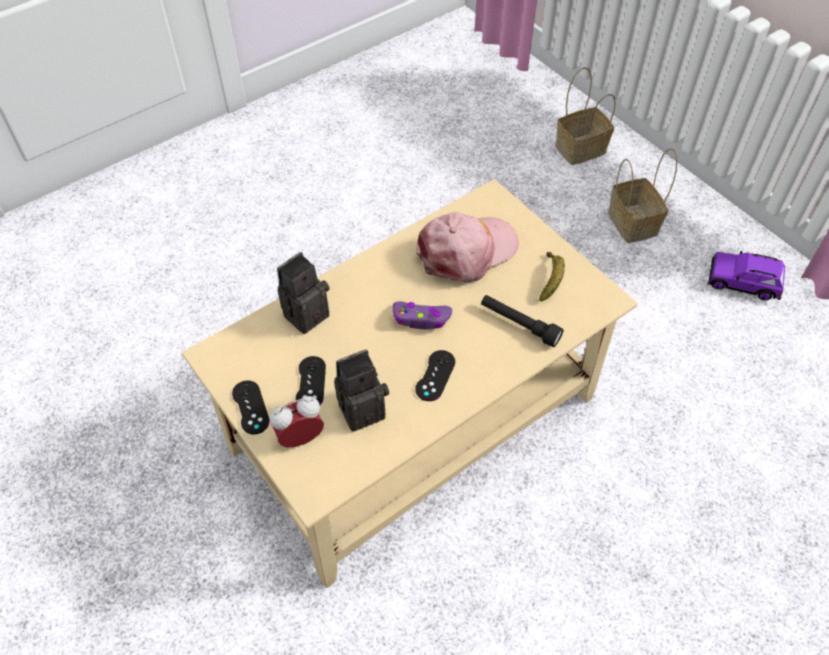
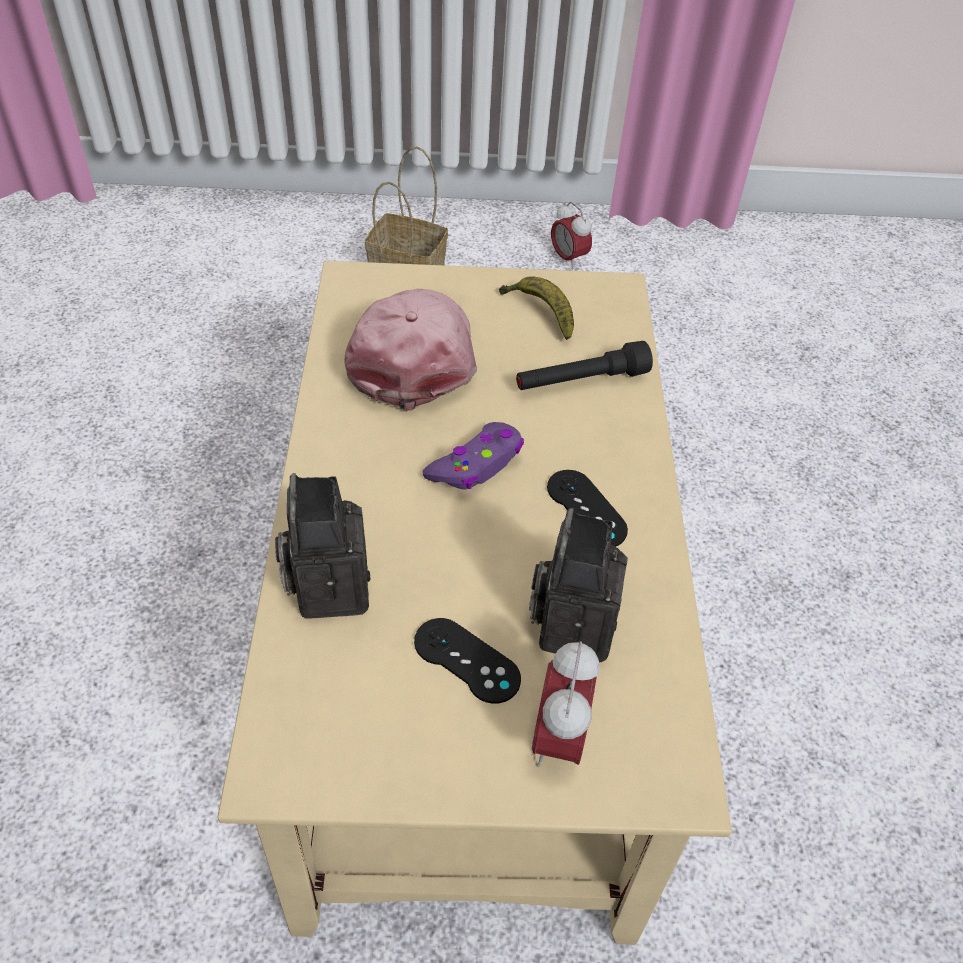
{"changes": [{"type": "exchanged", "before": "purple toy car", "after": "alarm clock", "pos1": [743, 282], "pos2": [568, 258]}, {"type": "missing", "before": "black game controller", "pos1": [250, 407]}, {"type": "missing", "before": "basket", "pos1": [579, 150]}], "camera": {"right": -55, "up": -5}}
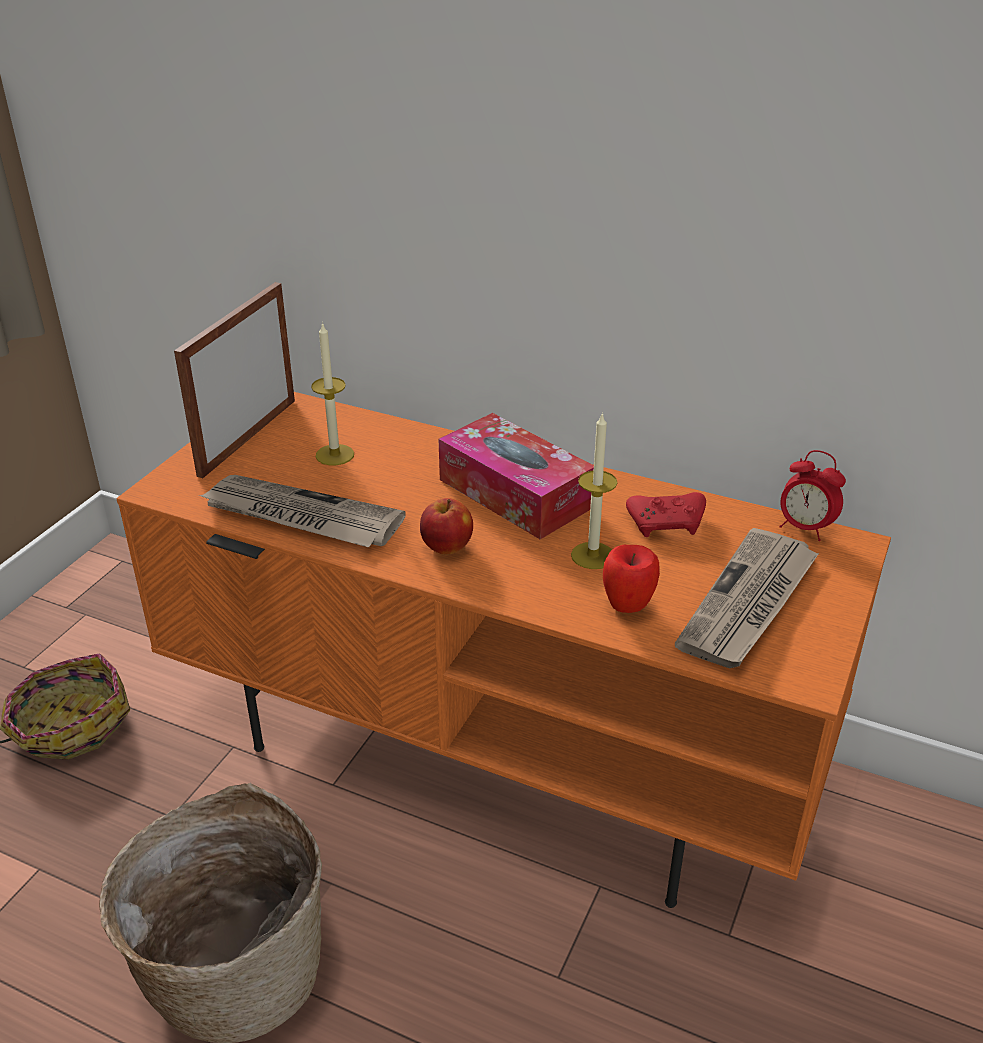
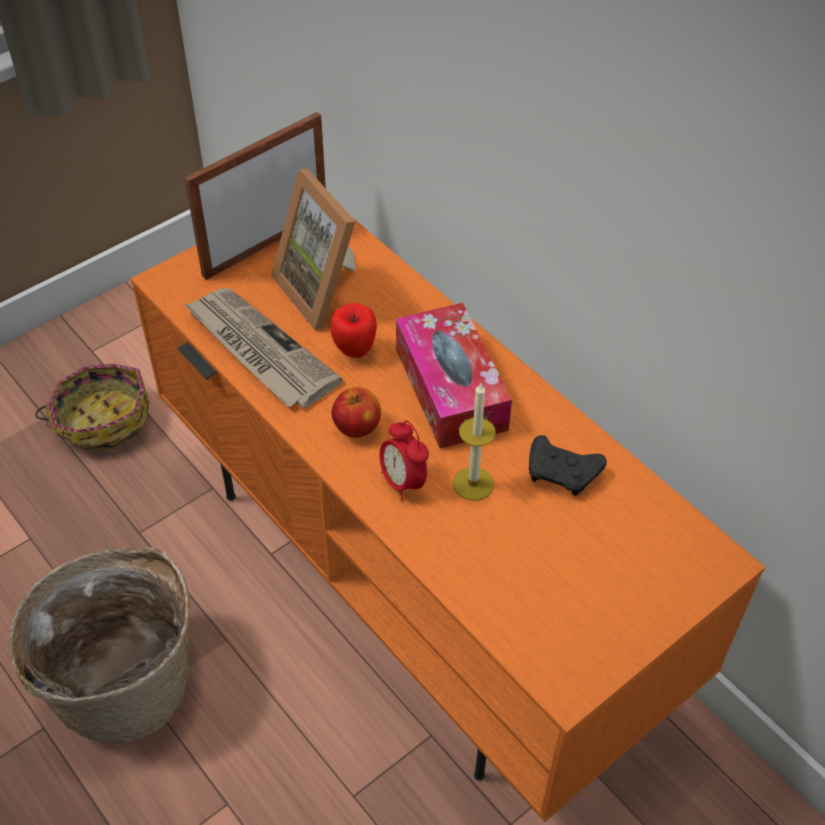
{"changes": [{"type": "exchanged", "before": "candle", "after": "picture frame", "pos1": [335, 455], "pos2": [325, 290]}, {"type": "relocated", "before": "apple", "pos1": [627, 607], "pos2": [354, 351]}, {"type": "relocated", "before": "alarm clock", "pos1": [804, 528], "pos2": [403, 482]}, {"type": "colour", "before": "red game controller", "after": "black game controller", "pos1": [667, 524], "pos2": [563, 473]}, {"type": "missing", "before": "newspaper", "pos1": [749, 603]}], "camera": {"right": 25, "up": 15}}
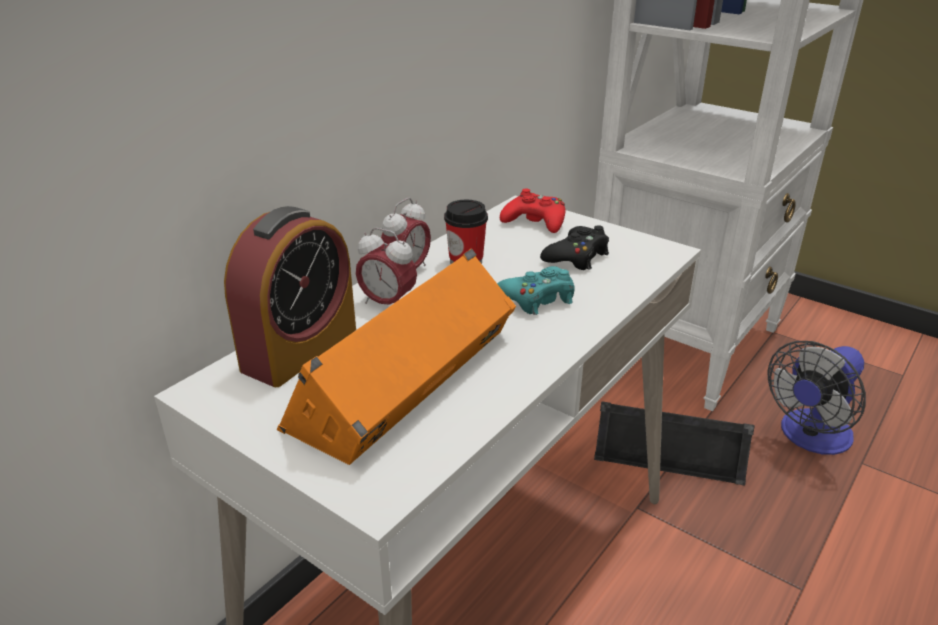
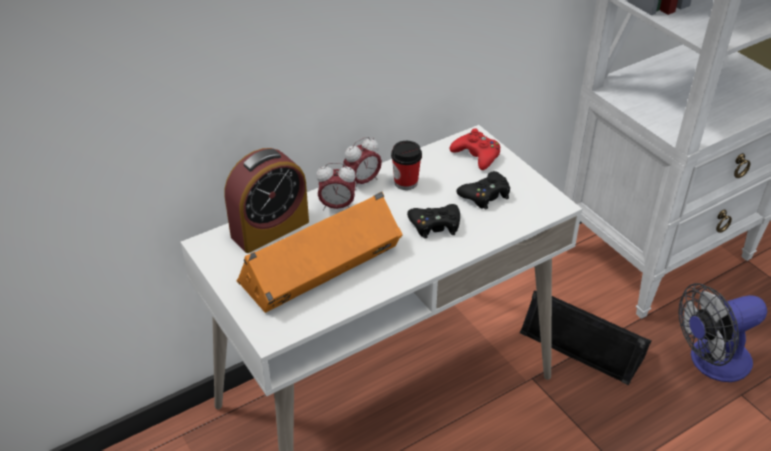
{"changes": [{"type": "spun", "before": "alarm clock", "pos1": [387, 304], "pos2": [337, 206], "turn": -45}, {"type": "colour", "before": "turquoise game controller", "after": "black game controller", "pos1": [537, 299], "pos2": [435, 225]}], "camera": {"right": 20, "up": 10}}
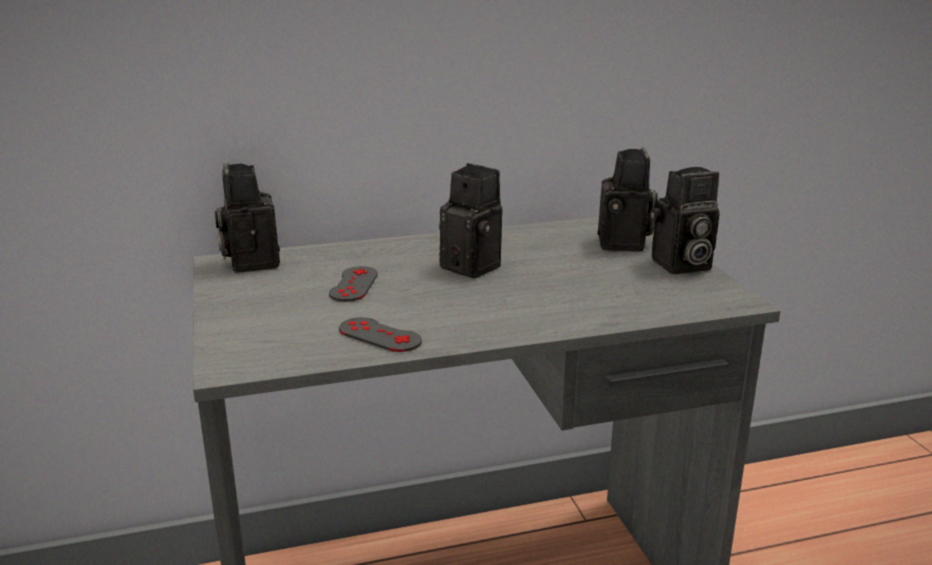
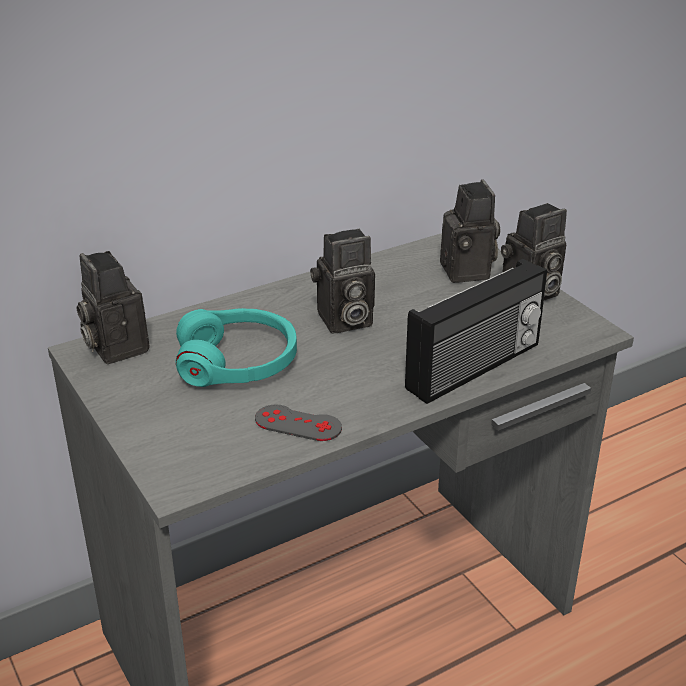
{"changes": [{"type": "exchanged", "before": "grey game controller", "after": "turquoise headphones", "pos1": [353, 284], "pos2": [237, 362]}, {"type": "spun", "before": "photo camera", "pos1": [475, 266], "pos2": [343, 321], "turn": 135}, {"type": "appeared", "after": "radio", "pos2": [476, 368]}], "camera": {"right": -15, "up": 10}}
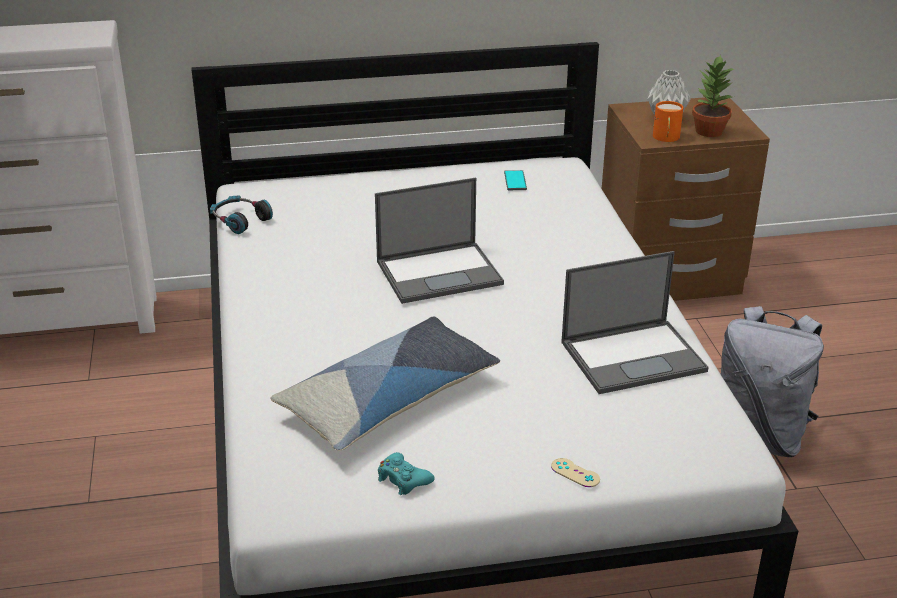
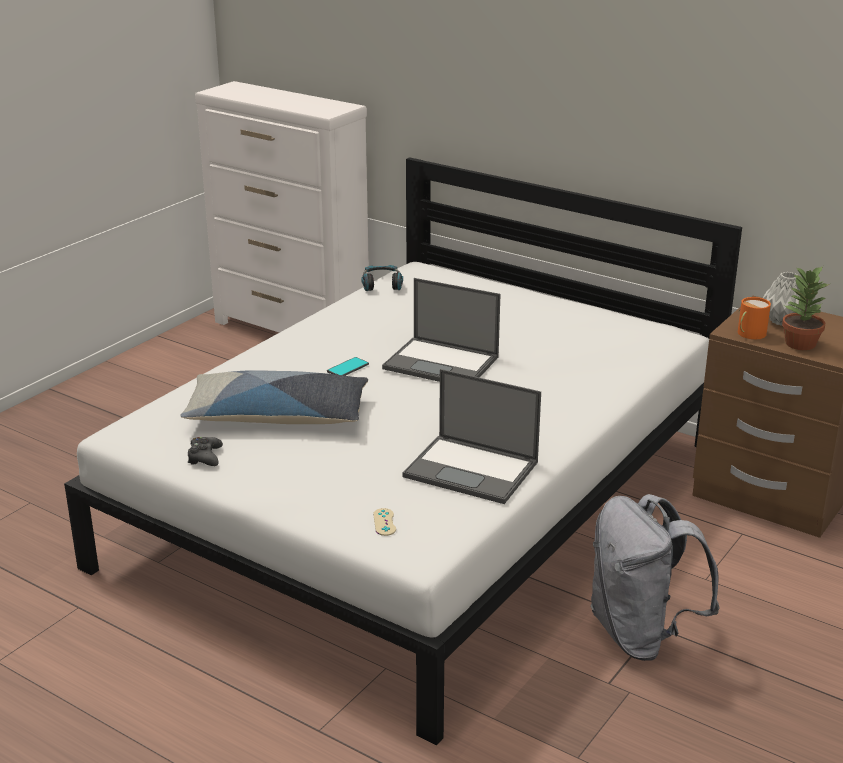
{"changes": [{"type": "colour", "before": "turquoise game controller", "after": "black game controller", "pos1": [403, 479], "pos2": [205, 457]}, {"type": "relocated", "before": "phone", "pos1": [515, 181], "pos2": [348, 368]}, {"type": "relocated", "before": "beige game controller", "pos1": [575, 473], "pos2": [384, 522]}], "camera": {"right": 45, "up": -5}}
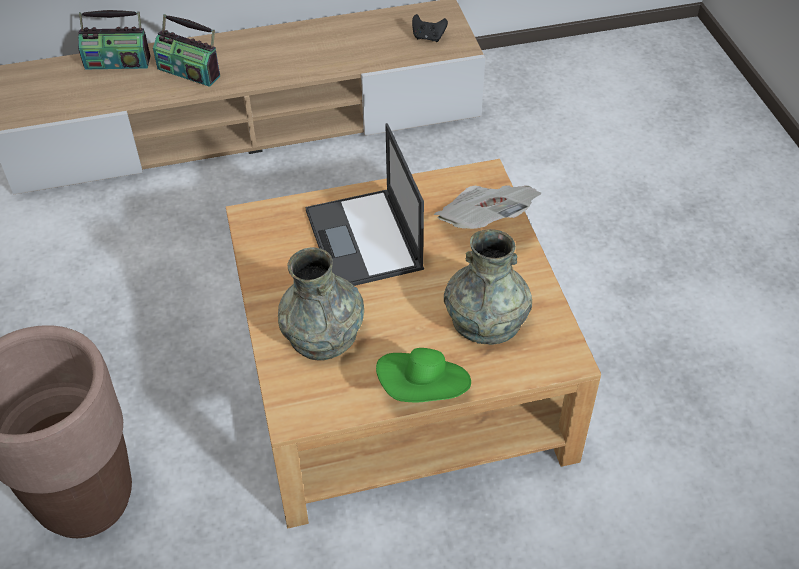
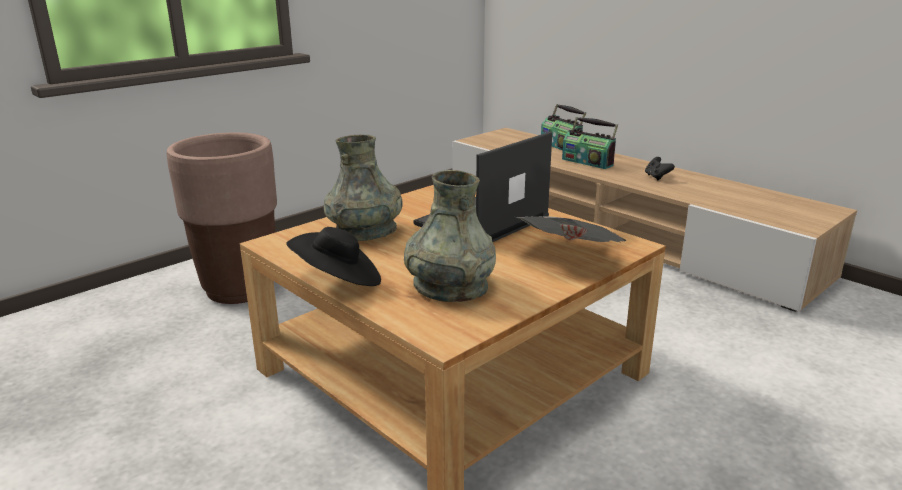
{"changes": [{"type": "colour", "before": "green hat", "after": "black hat", "pos1": [424, 390], "pos2": [338, 281]}, {"type": "spun", "before": "radio", "pos1": [190, 71], "pos2": [588, 162], "turn": -45}, {"type": "relocated", "before": "black game controller", "pos1": [428, 37], "pos2": [657, 177]}], "camera": {"right": 60, "up": -25}}
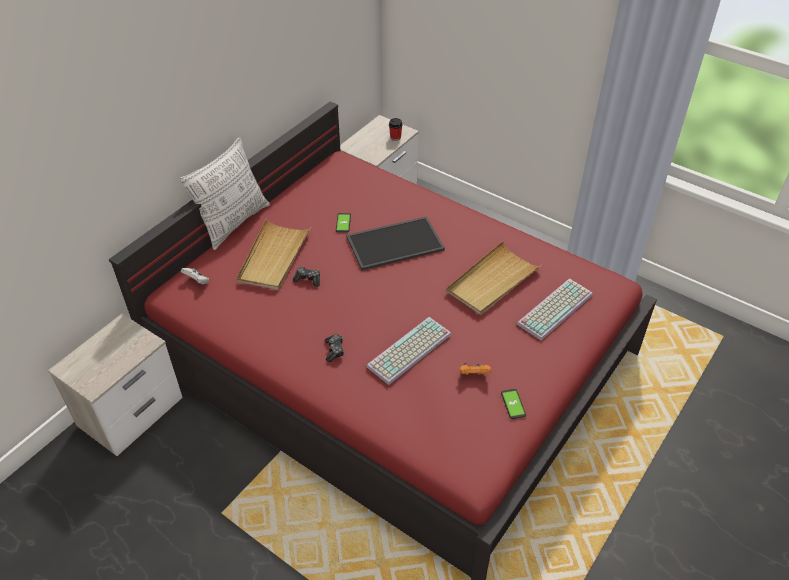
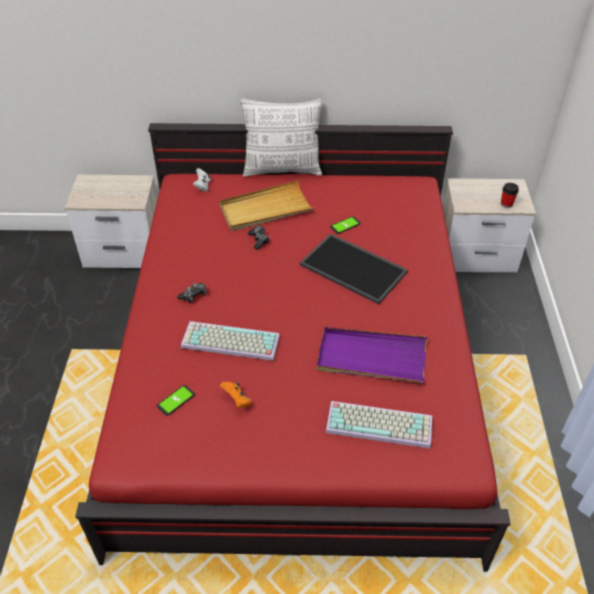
{"changes": [{"type": "relocated", "before": "phone", "pos1": [513, 404], "pos2": [176, 400]}, {"type": "colour", "before": "beige tray", "after": "purple tray", "pos1": [492, 281], "pos2": [371, 358]}], "camera": {"right": 55, "up": 0}}
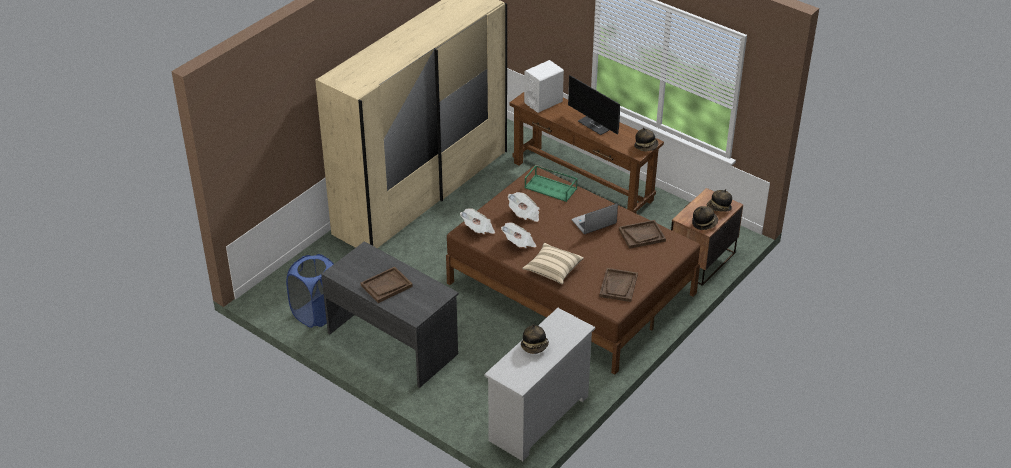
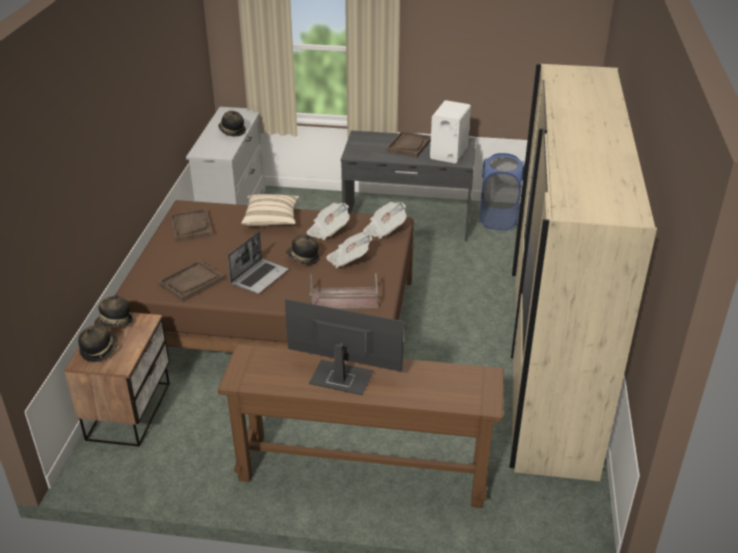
{"changes": [{"type": "relocated", "before": "hat", "pos1": [646, 147], "pos2": [302, 258]}, {"type": "colour", "before": "green tray", "after": "brown tray", "pos1": [551, 188], "pos2": [343, 299]}, {"type": "relocated", "before": "white speaker", "pos1": [543, 102], "pos2": [449, 153]}], "camera": {"right": 150, "up": -5}}
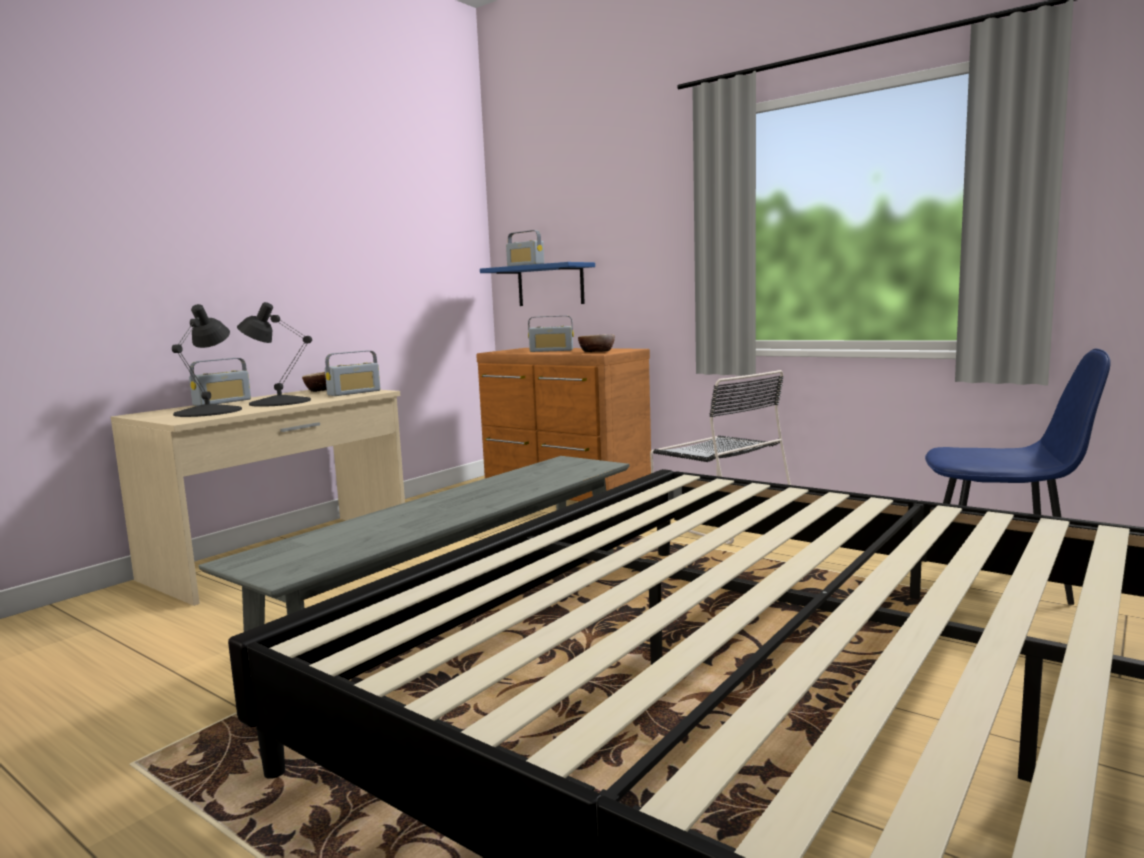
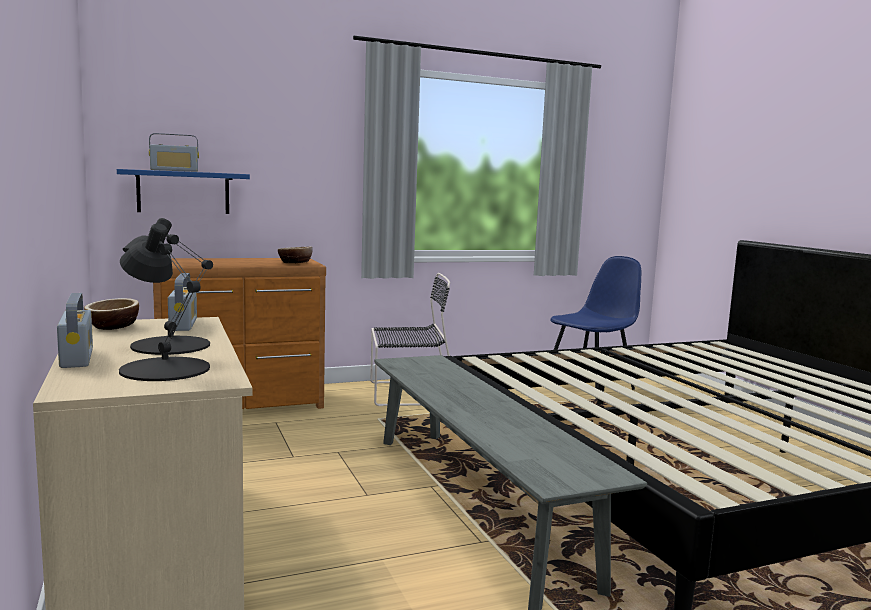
{"changes": [{"type": "missing", "before": "radio", "pos1": [551, 350]}], "camera": {"right": -60, "up": 0}}
